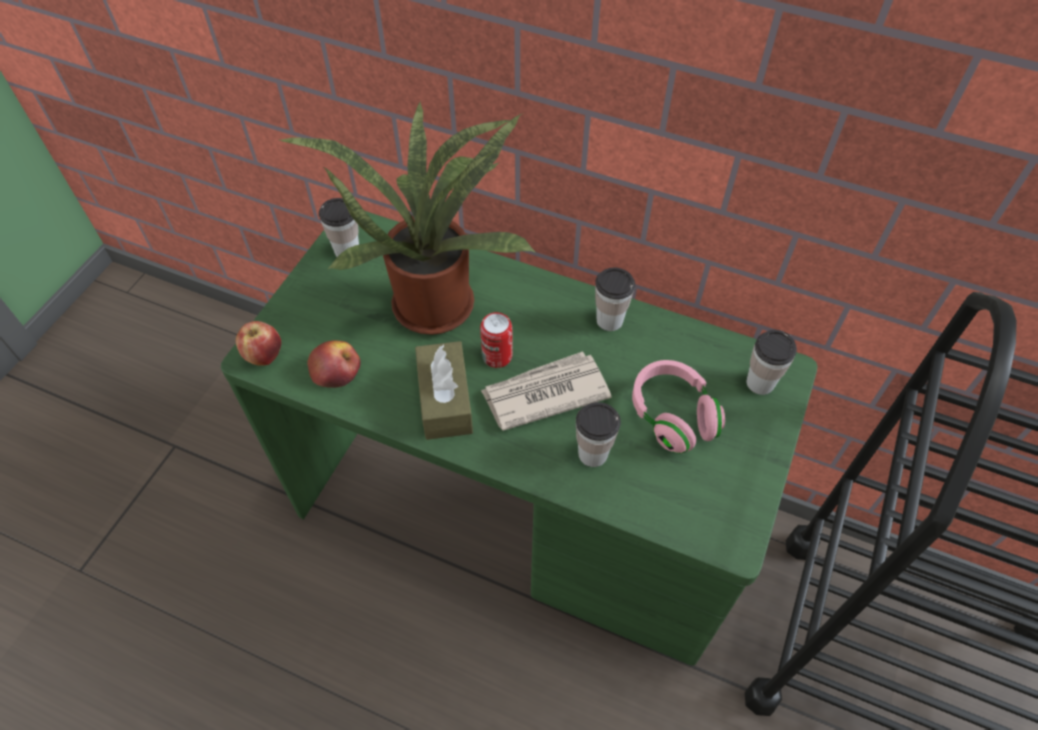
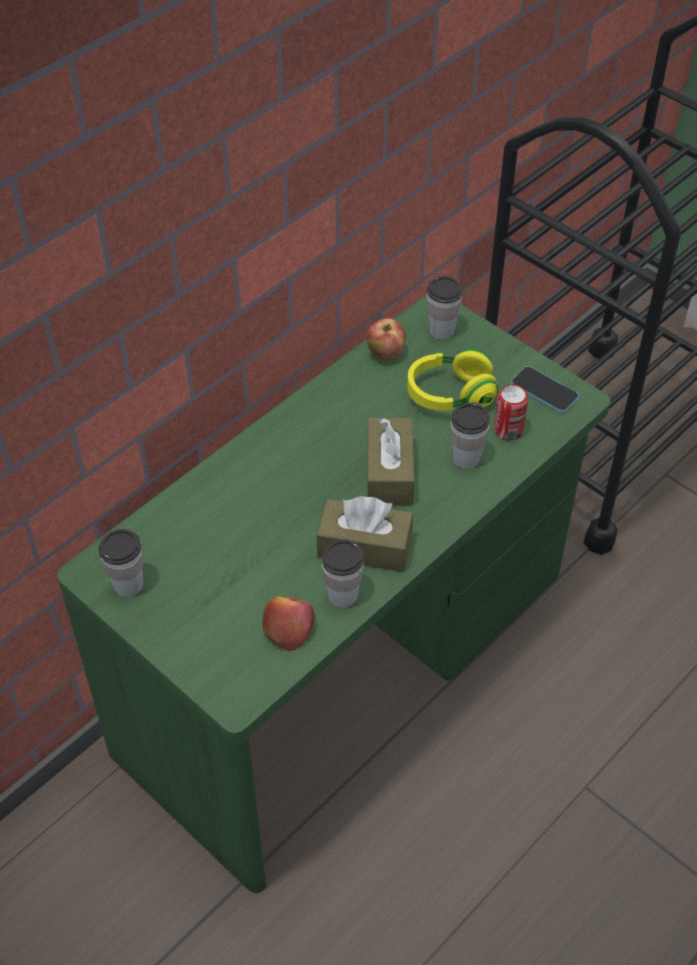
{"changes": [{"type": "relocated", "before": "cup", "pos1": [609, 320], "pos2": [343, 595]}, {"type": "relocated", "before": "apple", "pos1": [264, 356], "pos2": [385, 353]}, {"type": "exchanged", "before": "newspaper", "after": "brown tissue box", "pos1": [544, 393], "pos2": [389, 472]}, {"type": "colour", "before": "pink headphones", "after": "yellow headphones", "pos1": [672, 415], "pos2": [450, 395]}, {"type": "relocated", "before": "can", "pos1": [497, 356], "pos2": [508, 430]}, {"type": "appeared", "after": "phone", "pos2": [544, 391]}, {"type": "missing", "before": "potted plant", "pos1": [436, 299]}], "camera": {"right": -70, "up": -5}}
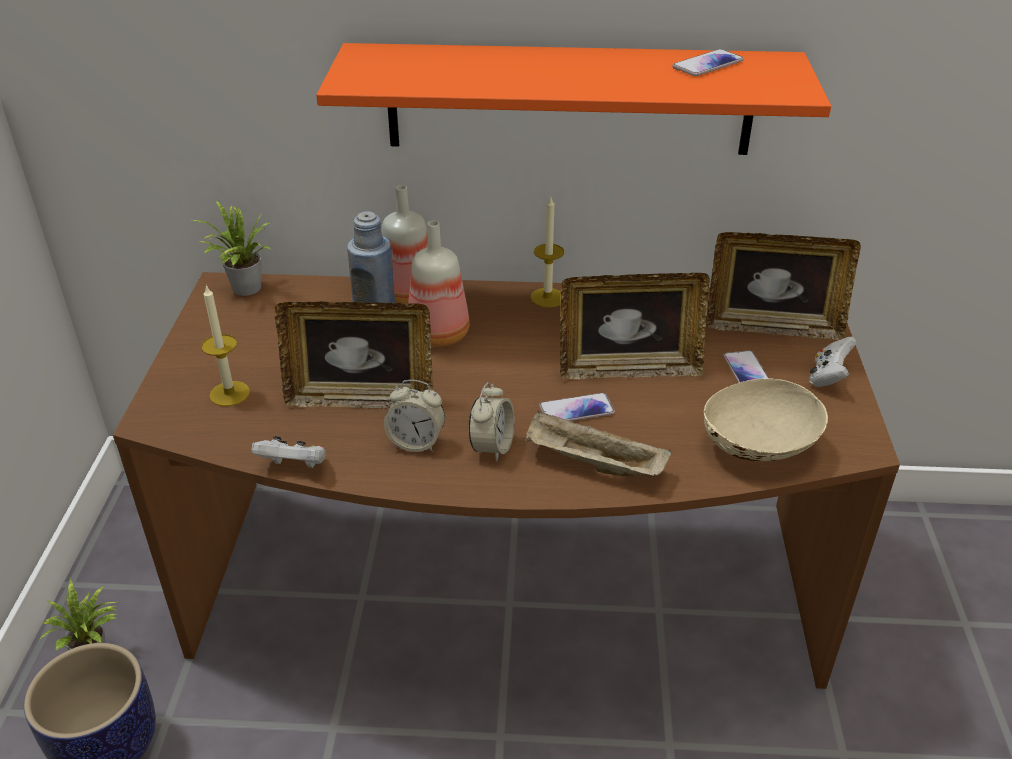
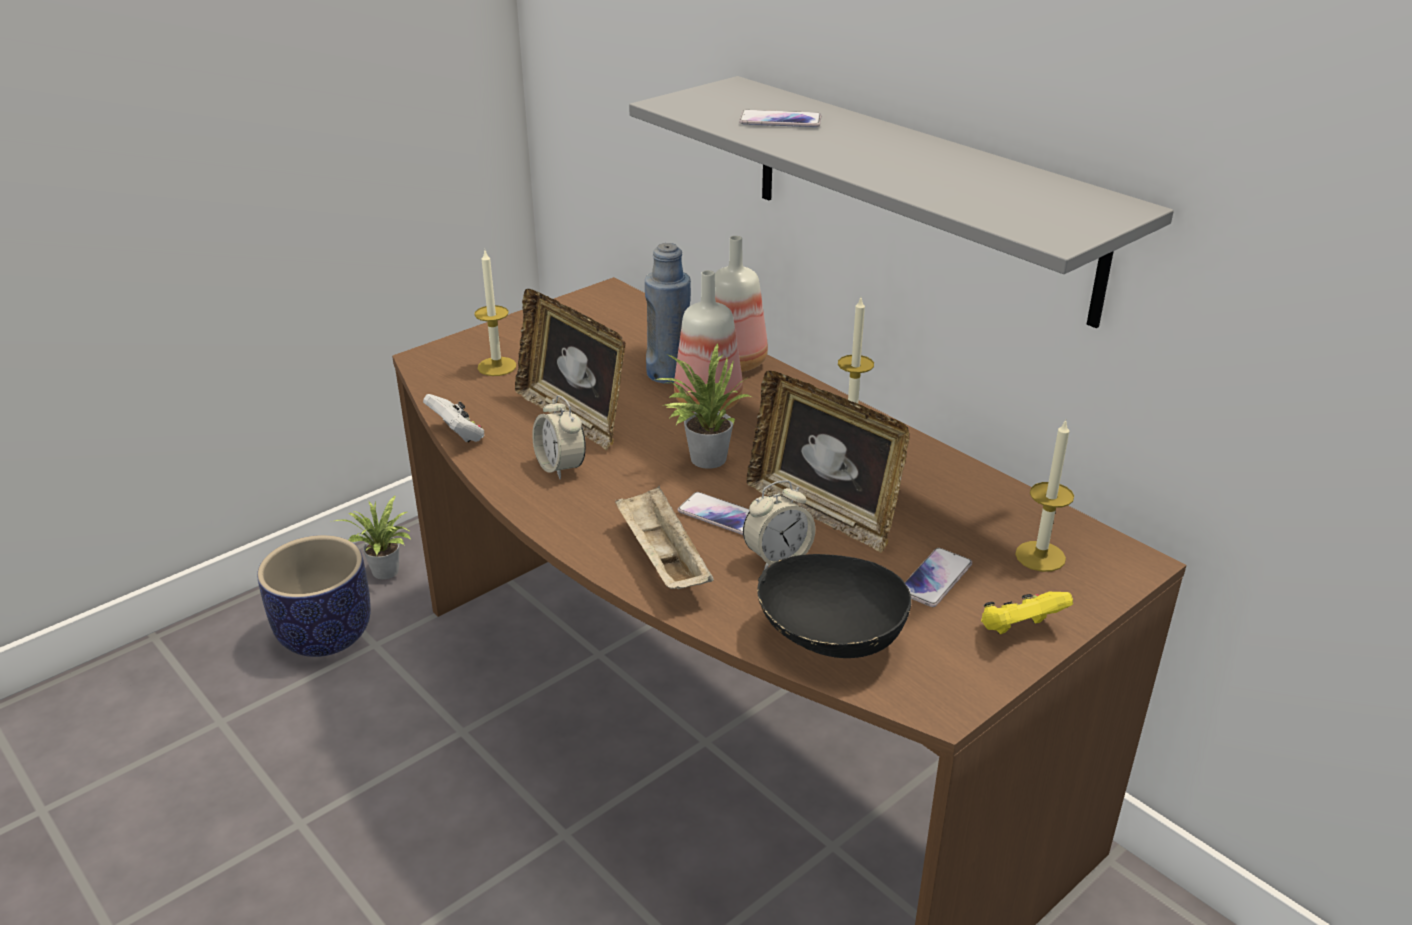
{"changes": [{"type": "colour", "before": "orange shelf", "after": "grey shelf", "pos1": [569, 99], "pos2": [919, 195]}, {"type": "relocated", "before": "potted plant", "pos1": [243, 289], "pos2": [703, 458]}, {"type": "relocated", "before": "phone", "pos1": [707, 64], "pos2": [780, 121]}, {"type": "relocated", "before": "alarm clock", "pos1": [492, 447], "pos2": [777, 558]}, {"type": "colour", "before": "beige bowl", "after": "black bowl", "pos1": [758, 448], "pos2": [829, 639]}, {"type": "colour", "before": "white game controller", "after": "yellow game controller", "pos1": [828, 377], "pos2": [1019, 630]}, {"type": "exchanged", "before": "picture frame", "after": "candle", "pos1": [772, 327], "pos2": [1040, 556]}], "camera": {"right": 45, "up": -5}}
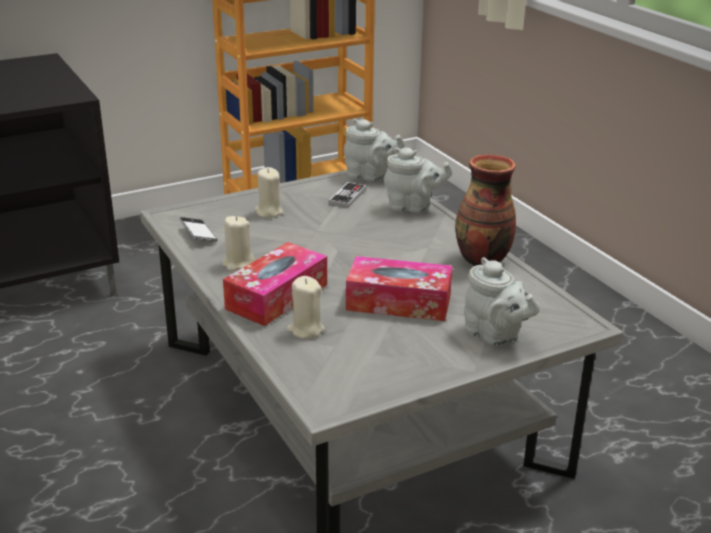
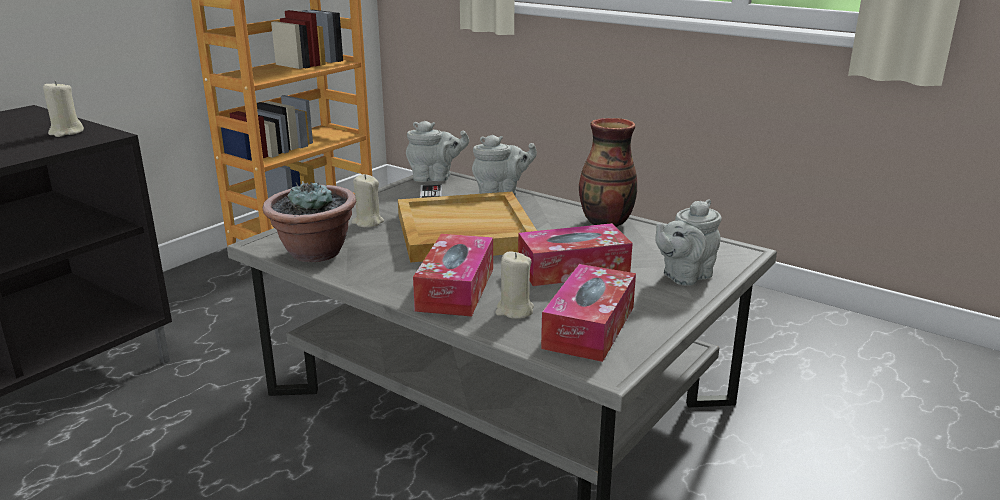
{"changes": [{"type": "relocated", "before": "beige candle", "pos1": [238, 263], "pos2": [66, 132]}, {"type": "exchanged", "before": "phone", "after": "potted plant", "pos1": [198, 233], "pos2": [314, 253]}, {"type": "appeared", "after": "beige tray", "pos2": [464, 232]}, {"type": "appeared", "after": "tissue box", "pos2": [589, 327]}, {"type": "spun", "before": "grey teapot", "pos1": [495, 335], "pos2": [684, 276], "turn": 120}], "camera": {"right": -25, "up": -5}}
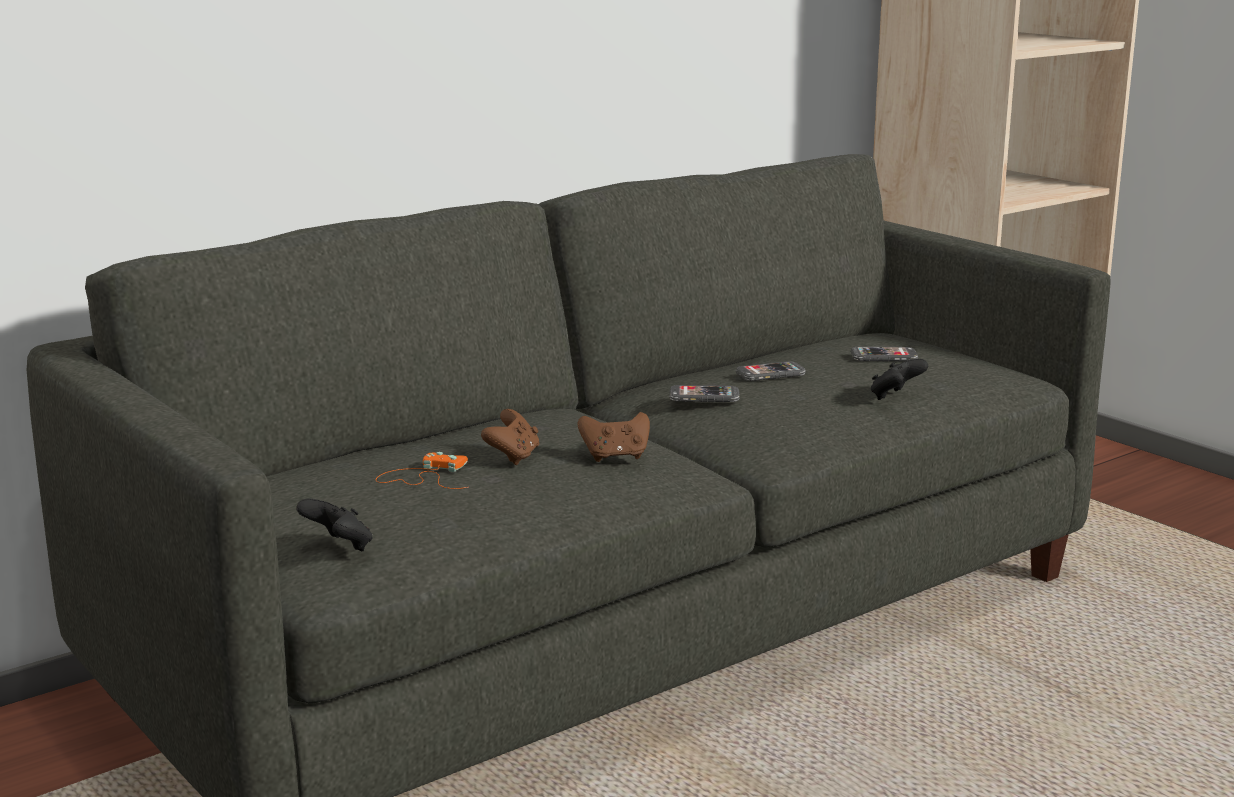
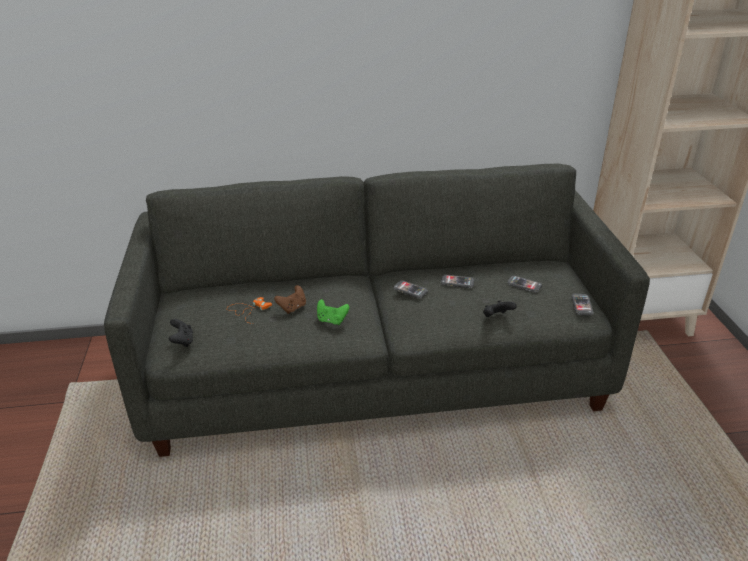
{"changes": [{"type": "colour", "before": "brown game controller", "after": "green game controller", "pos1": [615, 457], "pos2": [332, 320]}, {"type": "appeared", "after": "phone", "pos2": [581, 305]}], "camera": {"right": 30, "up": 15}}
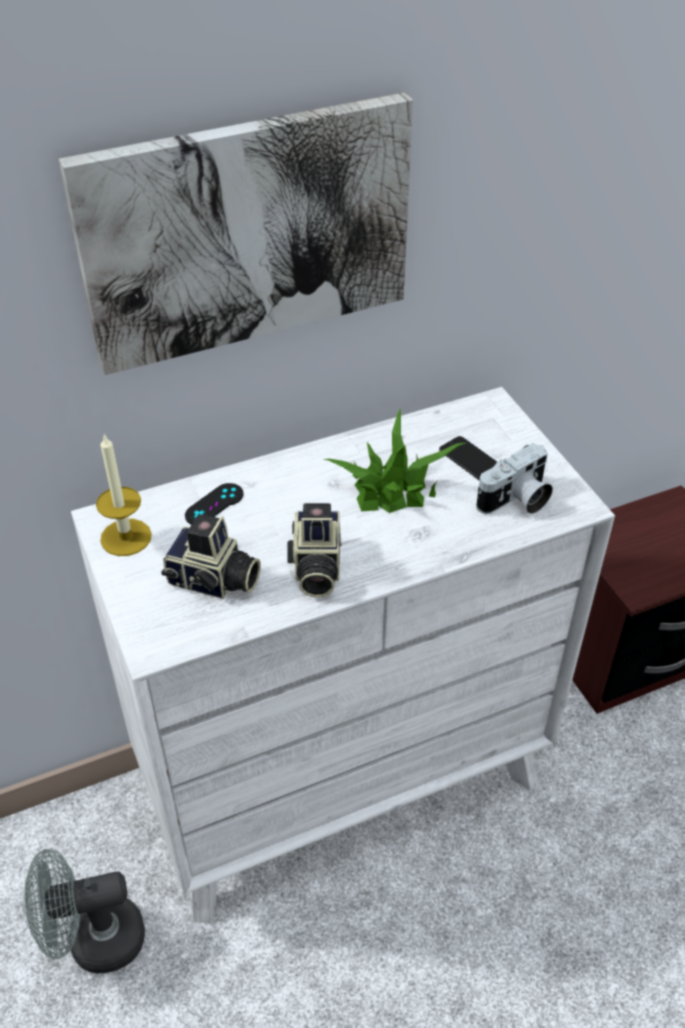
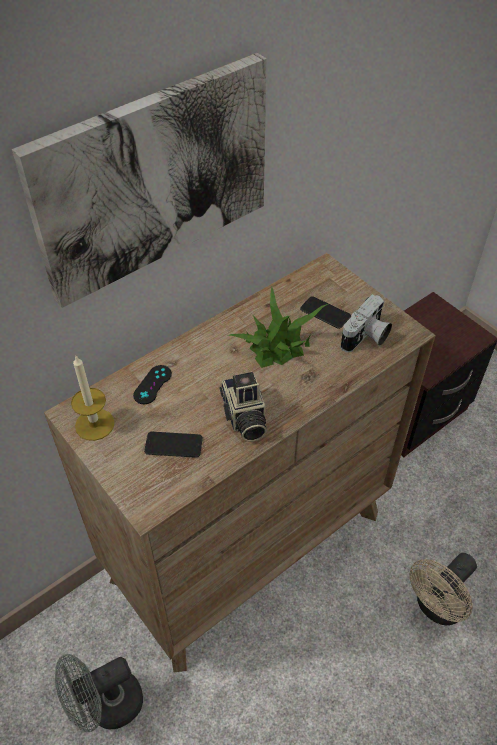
{"changes": [{"type": "colour", "before": "white dresser", "after": "brown dresser", "pos1": [342, 781], "pos2": [248, 545]}, {"type": "exchanged", "before": "photo camera", "after": "phone", "pos1": [213, 581], "pos2": [173, 445]}, {"type": "appeared", "after": "beige fan", "pos2": [436, 607]}], "camera": {"right": -15, "up": 5}}
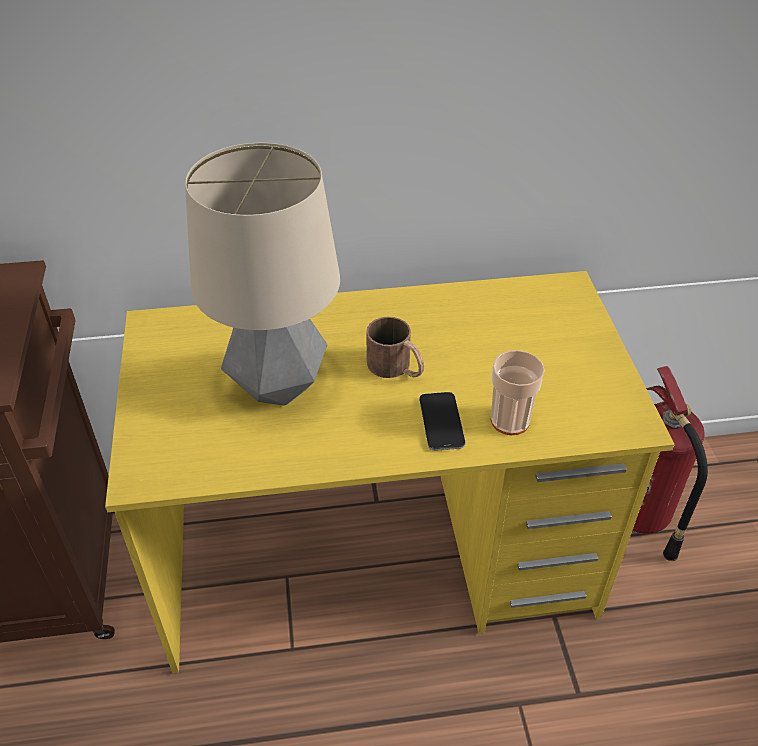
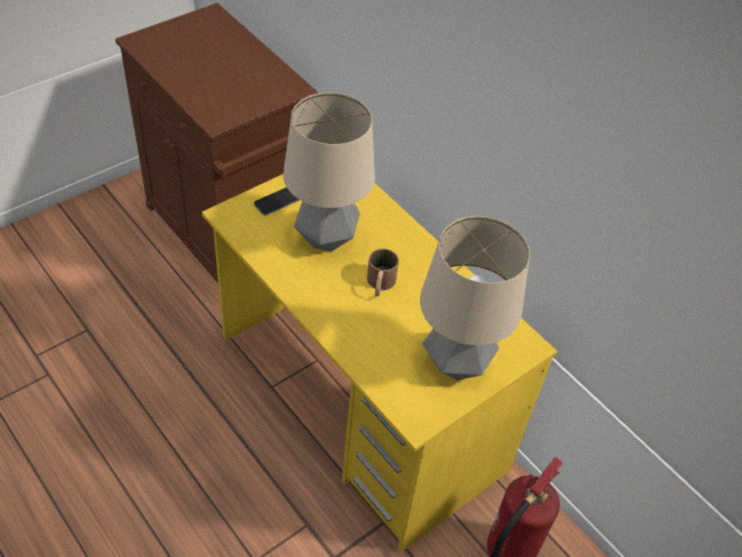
{"changes": [{"type": "relocated", "before": "phone", "pos1": [441, 422], "pos2": [277, 202]}, {"type": "appeared", "after": "table lamp", "pos2": [456, 364]}, {"type": "missing", "before": "cup", "pos1": [510, 421]}], "camera": {"right": 55, "up": 5}}
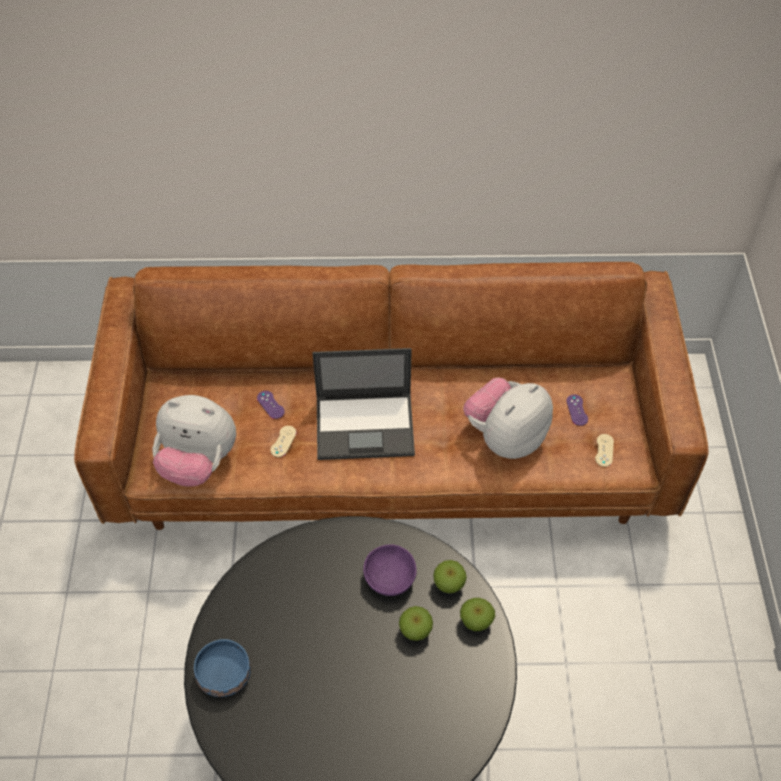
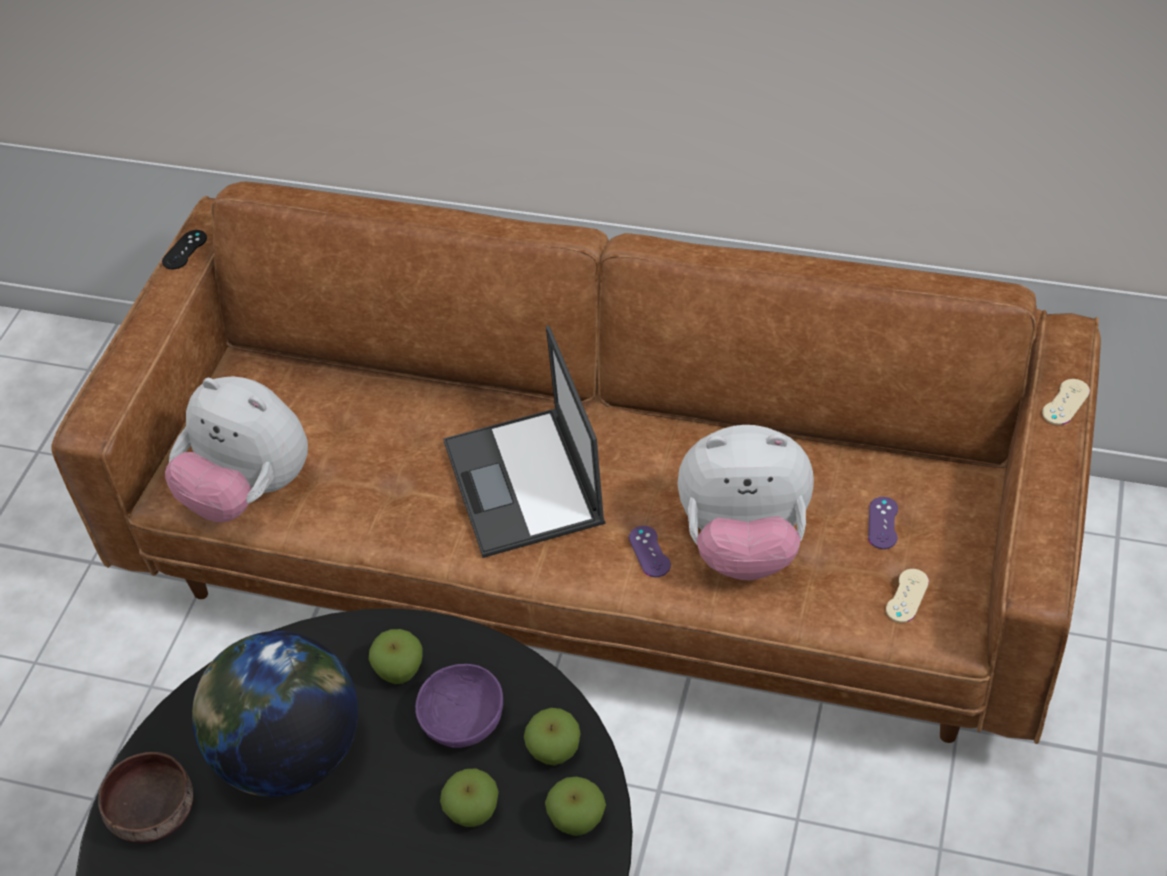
{"changes": [{"type": "colour", "before": "blue bowl", "after": "brown bowl", "pos1": [225, 673], "pos2": [155, 810]}, {"type": "appeared", "after": "black game controller", "pos2": [184, 250]}, {"type": "appeared", "after": "globe", "pos2": [290, 755]}, {"type": "appeared", "after": "apple", "pos2": [400, 672]}, {"type": "spun", "before": "laptop", "pos1": [366, 425], "pos2": [524, 484], "turn": 60}, {"type": "relocated", "before": "purple game controller", "pos1": [270, 404], "pos2": [649, 551]}, {"type": "spun", "before": "plush toy", "pos1": [505, 437], "pos2": [745, 544], "turn": -150}, {"type": "relocated", "before": "beige game controller", "pos1": [283, 441], "pos2": [1065, 402]}], "camera": {"right": 20, "up": -5}}
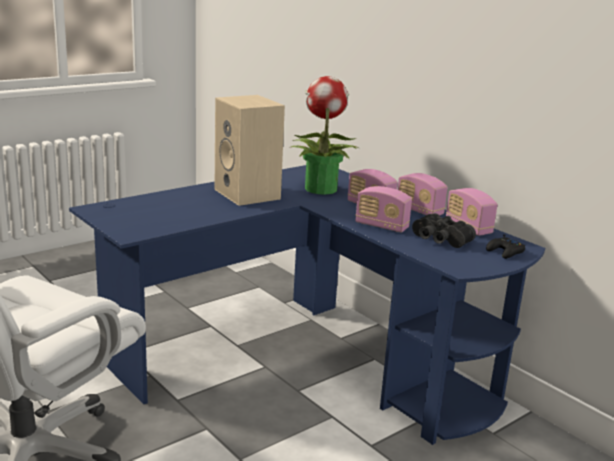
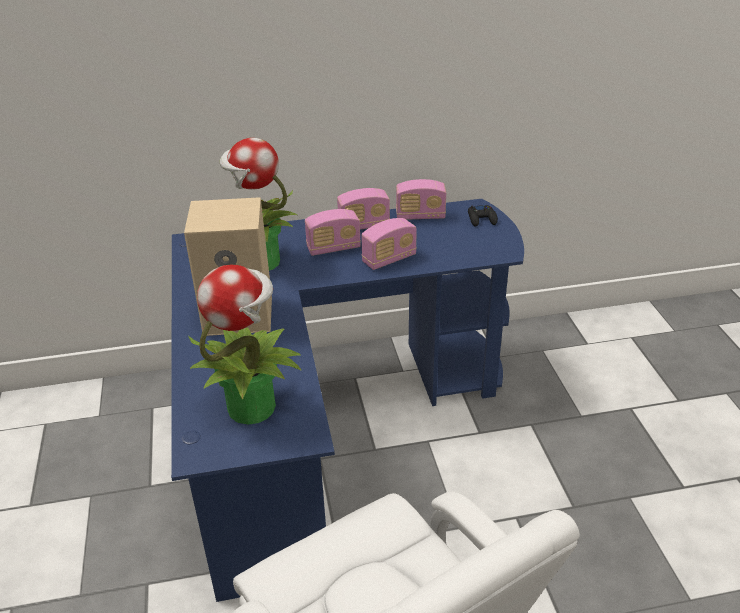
{"changes": [{"type": "appeared", "after": "potted plant", "pos2": [252, 406]}, {"type": "missing", "before": "black binoculars", "pos1": [439, 240]}], "camera": {"right": -60, "up": 15}}
